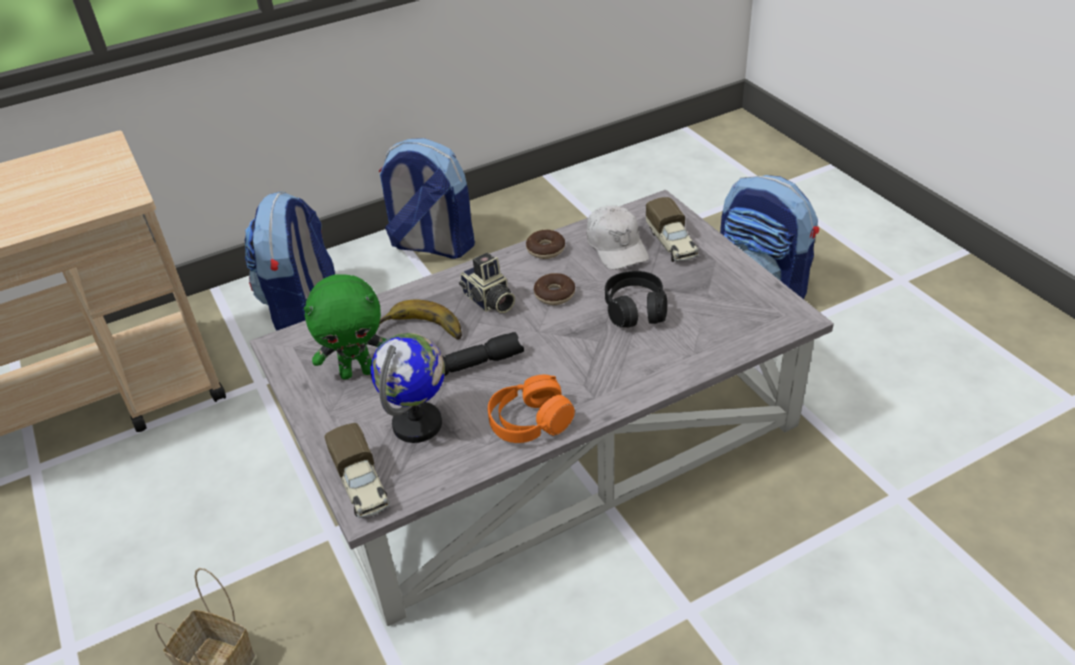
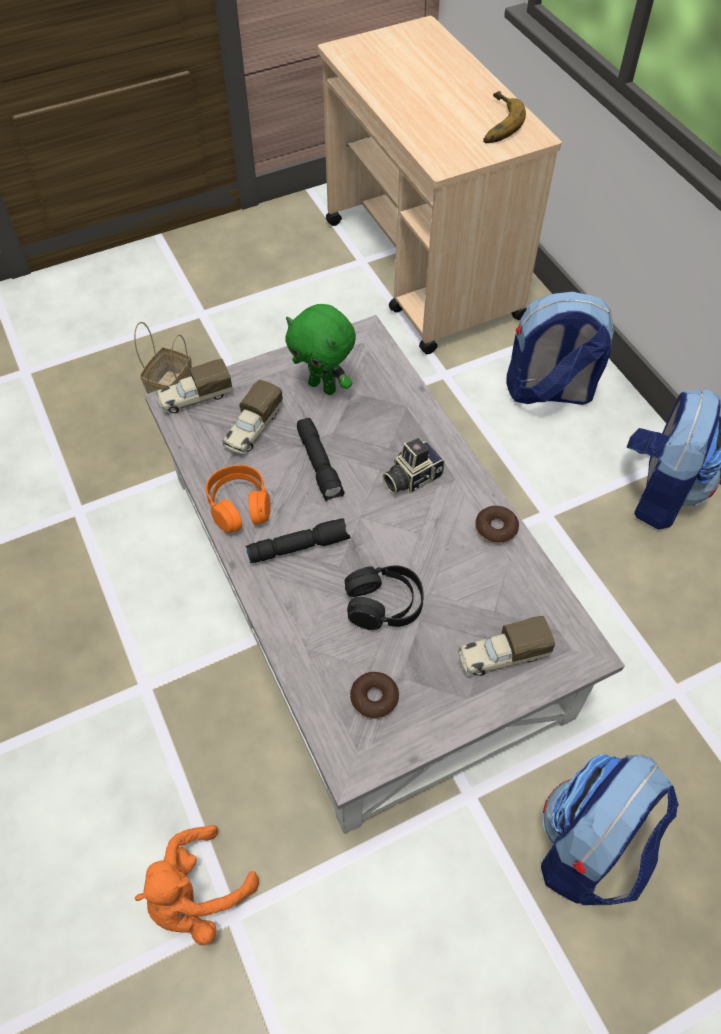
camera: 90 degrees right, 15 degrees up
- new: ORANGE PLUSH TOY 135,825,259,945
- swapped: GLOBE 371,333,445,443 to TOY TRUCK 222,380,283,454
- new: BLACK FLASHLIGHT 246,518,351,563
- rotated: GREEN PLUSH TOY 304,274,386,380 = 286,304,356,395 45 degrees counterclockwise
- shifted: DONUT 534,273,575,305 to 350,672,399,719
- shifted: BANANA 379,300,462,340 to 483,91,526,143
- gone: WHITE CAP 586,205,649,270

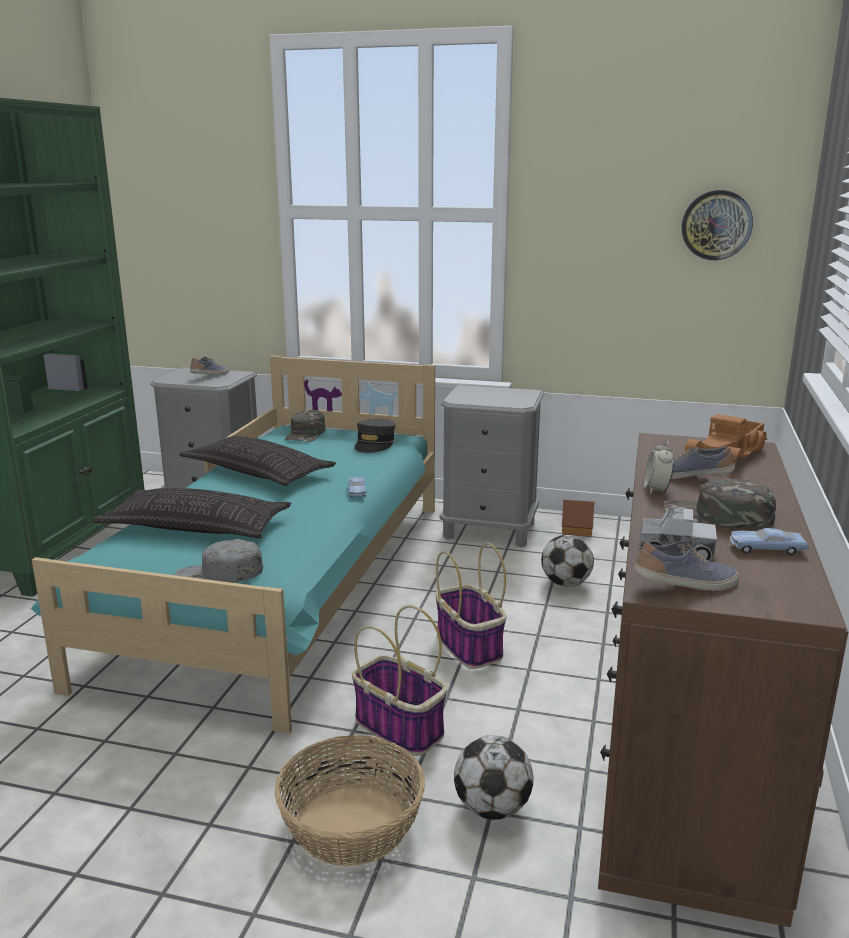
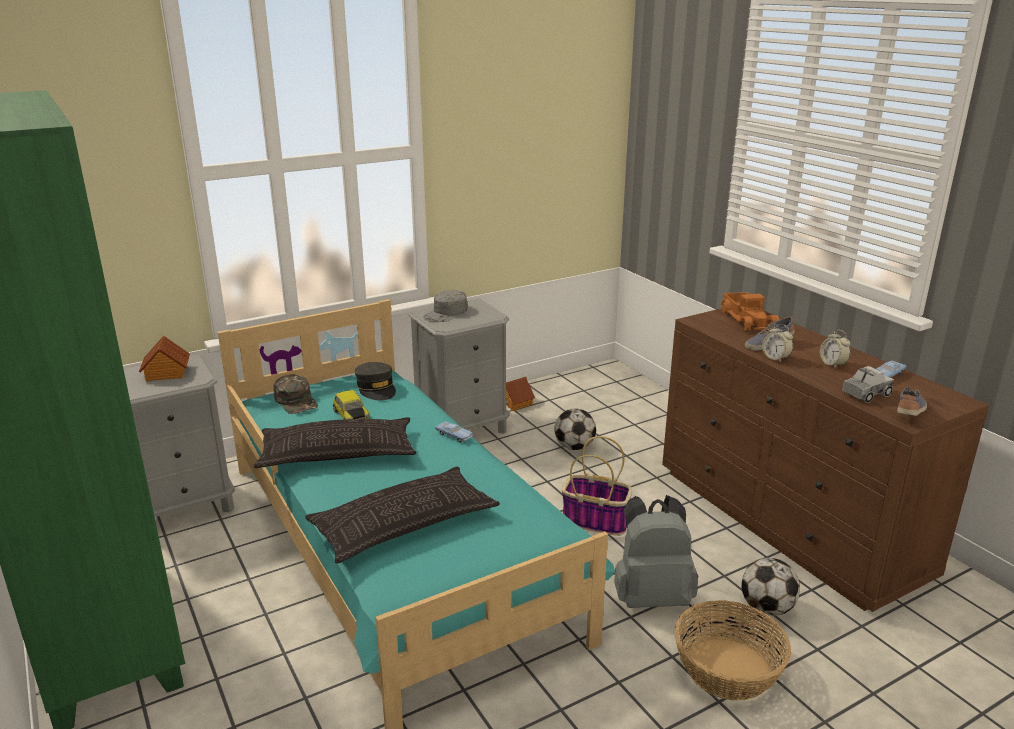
camera: 45 degrees left, 5 degrees up
- swapped: SHOE 190,357,229,375 to TOY HOUSE 139,335,190,382
- new: TOY CAR 333,390,370,420
- shifted: GREY CAP 175,539,263,583 to 423,290,468,322
- swapped: BASKET 352,605,447,756 to GREY BACKPACK 614,495,698,608
- swapped: GREEN CAP 664,478,776,530 to ALARM CLOCK 820,330,851,368
- gone: WALL CLOCK 681,190,753,260

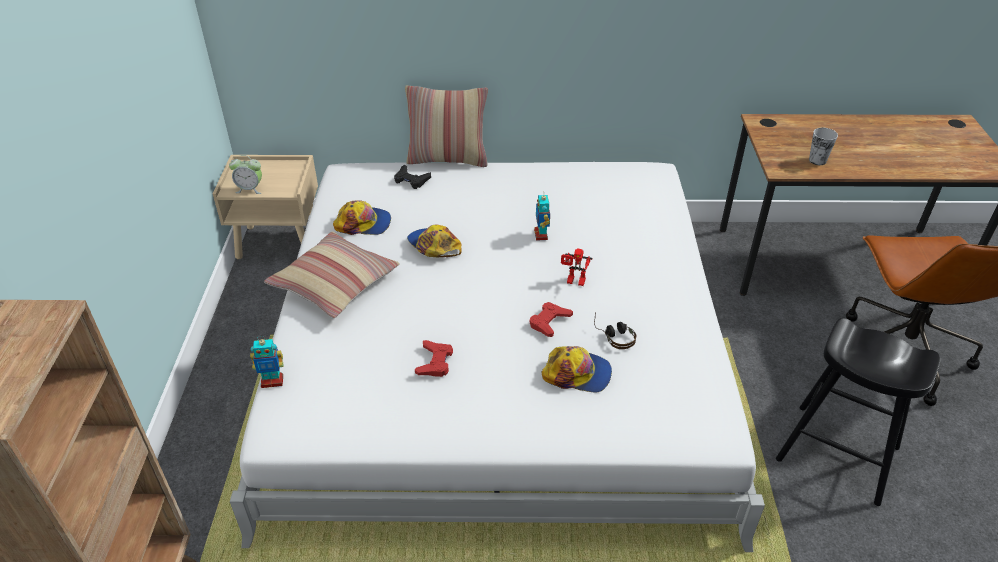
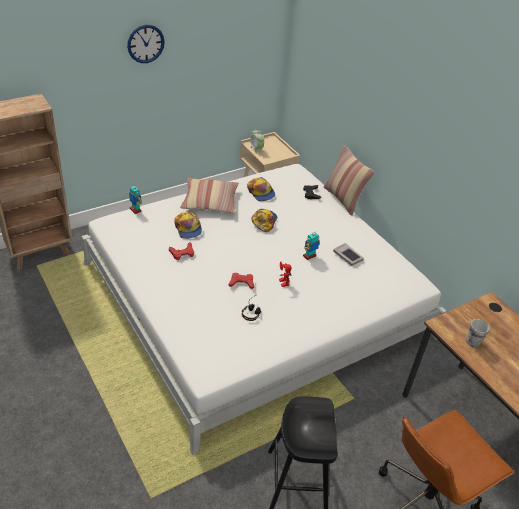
camera: 55 degrees right, 0 degrees up
- new: WALL CLOCK 127,25,165,63
- shifted: CAP 542,346,612,393 to 174,212,202,239
- new: BOOK 333,243,364,266

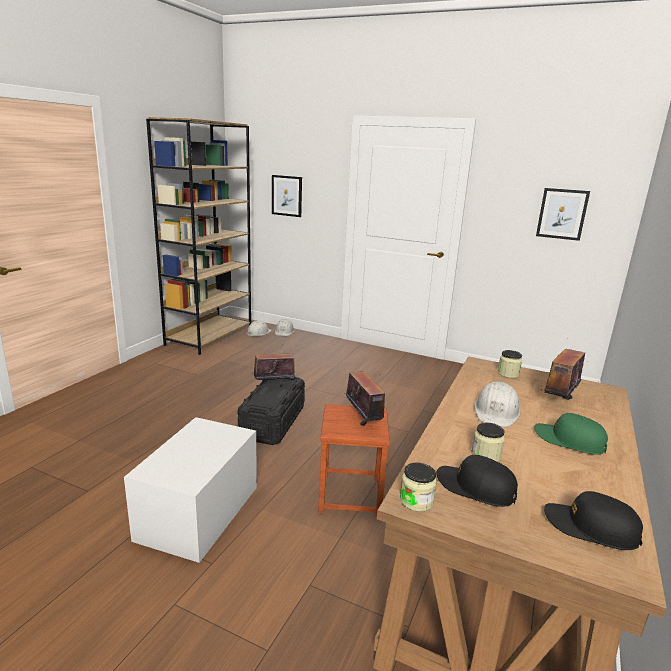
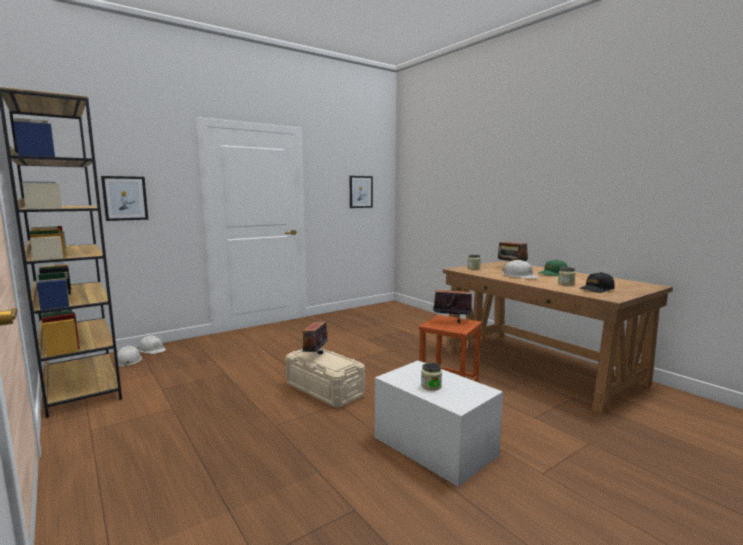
camera: 60 degrees left, 10 degrees down
- repainted: BLACK STORAGE BOX 238,377,305,445 to BEIGE STORAGE BOX 286,348,365,407
- shifted: JAR 400,463,437,512 to 421,363,442,391
- gone: BLACK CAP 544,491,643,550

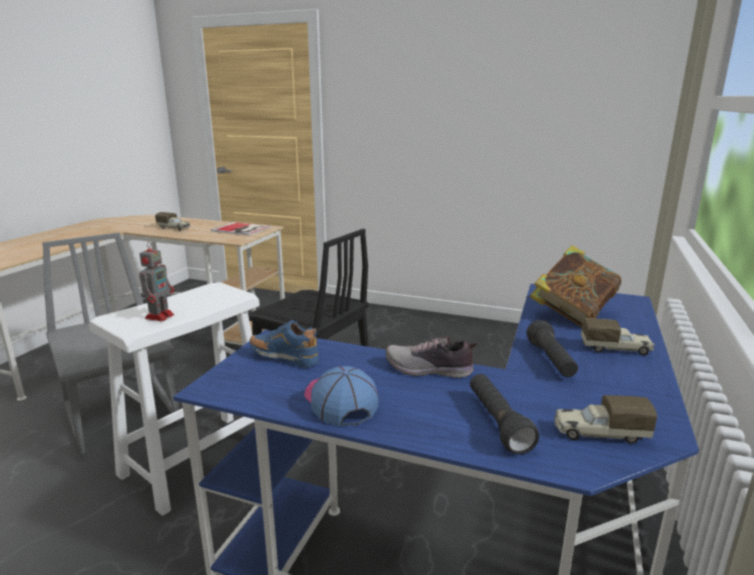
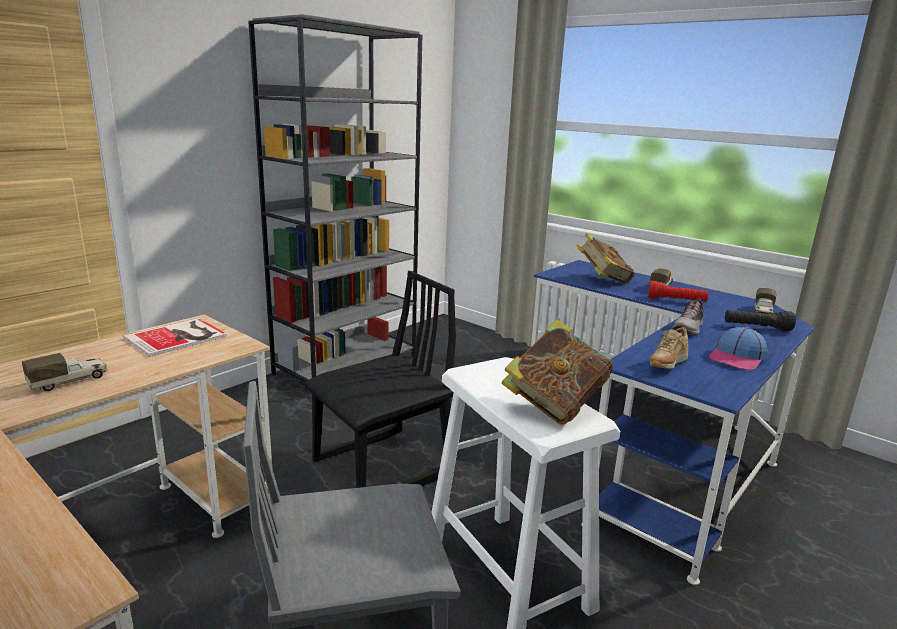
camera: 70 degrees left, 0 degrees up
- new: GREY BOOKCASE 248,14,422,382
- swapped: TOY ROBOT 140,241,174,321 to BOOK 502,319,613,425
- repainted: BLACK FLASHLIGHT 527,320,578,377 to RED FLASHLIGHT 648,281,709,302
- repainted: BLUE SHOE 249,320,319,368 to BEIGE SHOE 650,327,688,369
- rotated: CAP 304,366,378,426 = 709,327,767,370 45 degrees counterclockwise

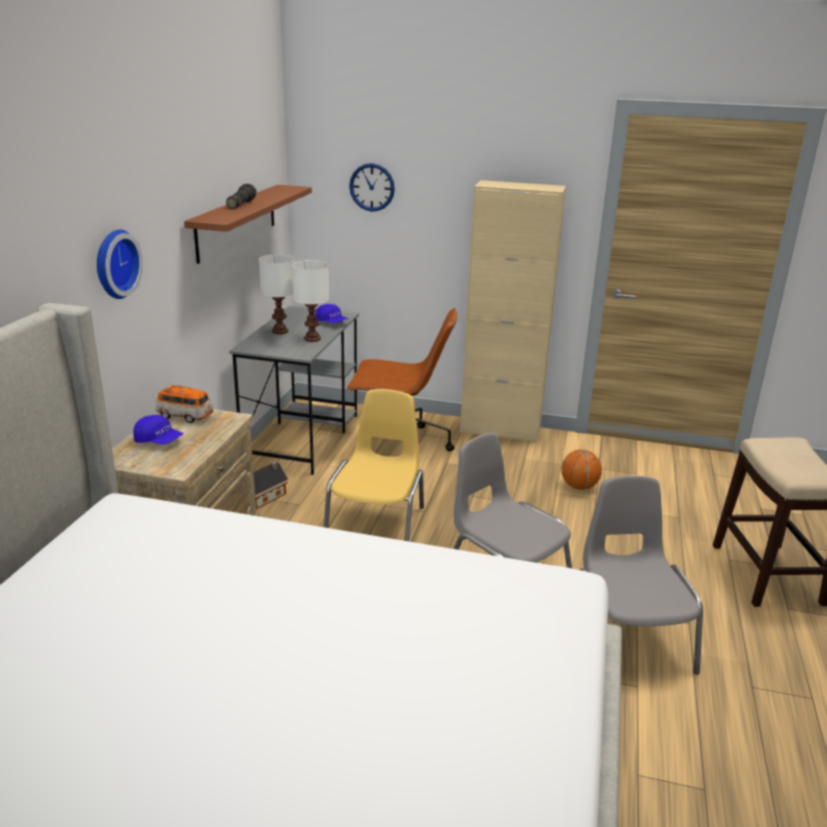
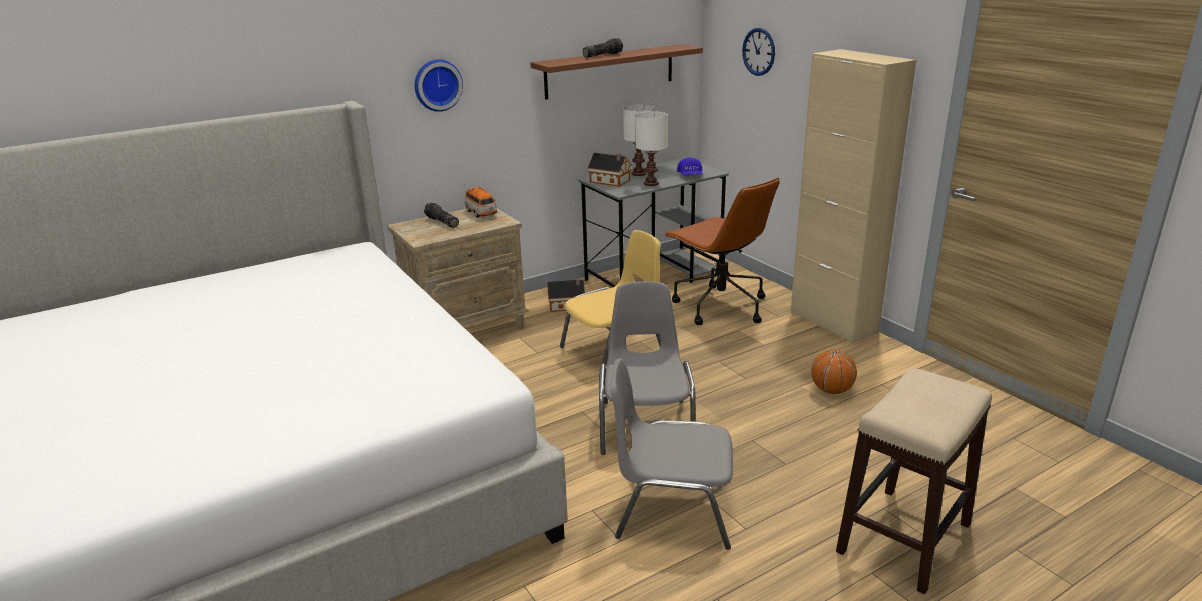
camera: 45 degrees right, 0 degrees up
- swapped: BLUE CAP 133,415,183,445 to FLASHLIGHT 424,203,459,228
- new: TOY HOUSE 588,153,632,187
- rotated: GREY CHAIR 580,476,703,675 = 609,358,733,550 120 degrees counterclockwise

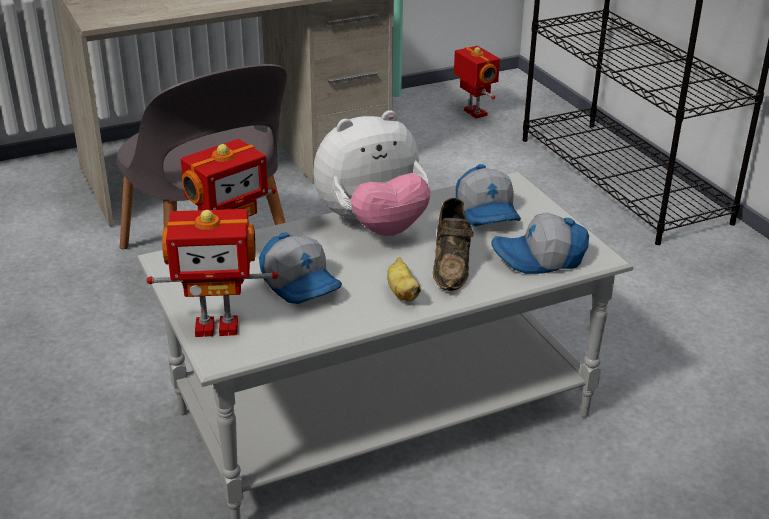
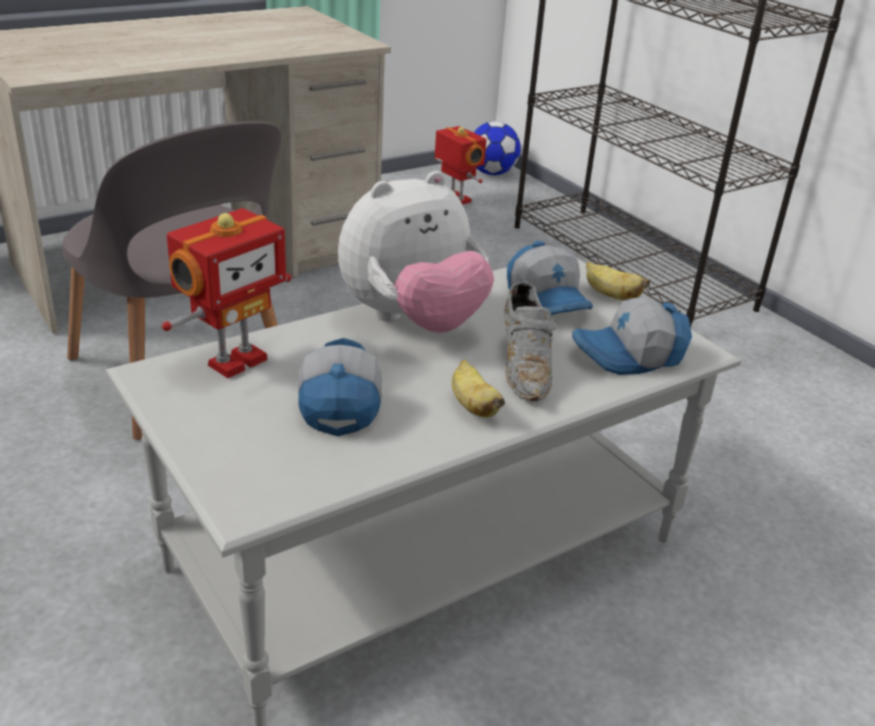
camera: 10 degrees left, 0 degrees up
- rotated: CAP 259,232,342,304 = 298,338,382,436 135 degrees counterclockwise
- new: FOOTBALL 473,121,521,175
- repainted: BROWN SHOE 433,198,474,291 to GREY SHOE 505,281,557,401
- new: BANANA 586,262,651,300
- gone: TOY ROBOT 147,209,278,337

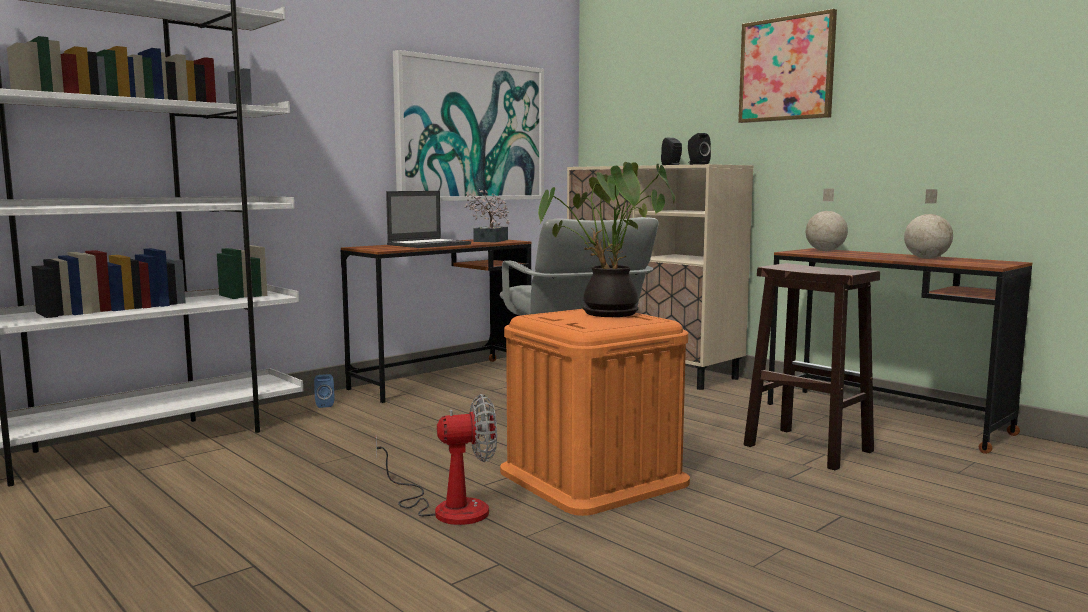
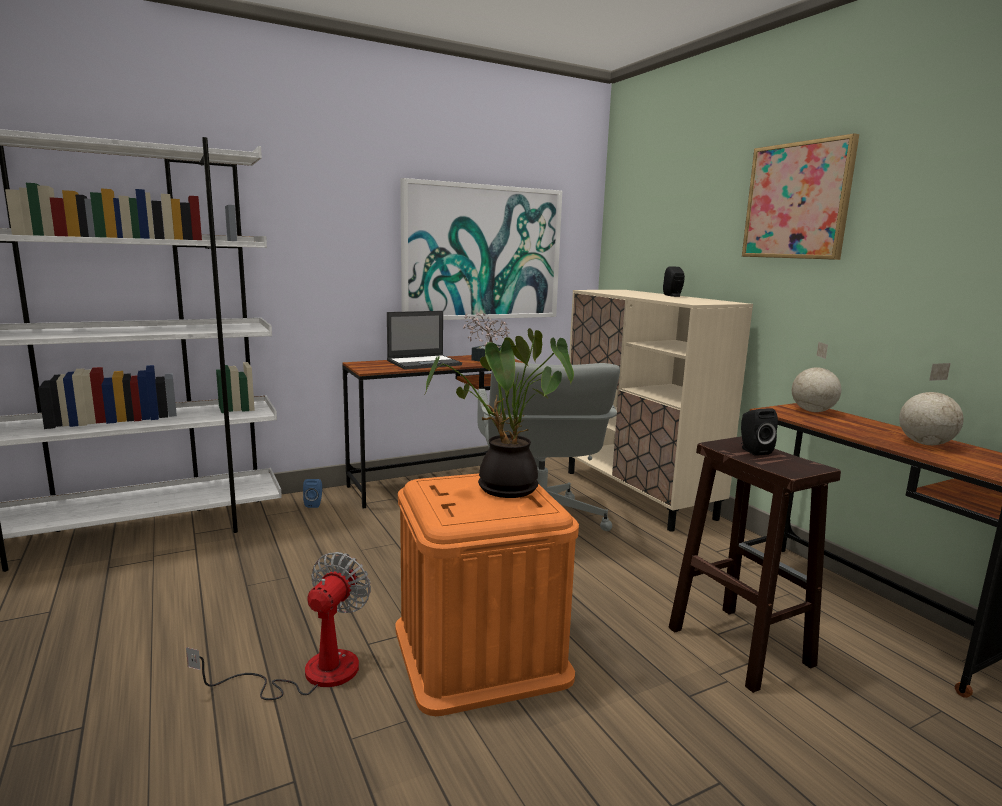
camera: 15 degrees right, 5 degrees up
- rotated: FAN 376,394,497,525 = 186,552,371,700 75 degrees counterclockwise
- shifted: BLACK SPEAKER 688,133,711,165 to 741,408,778,456

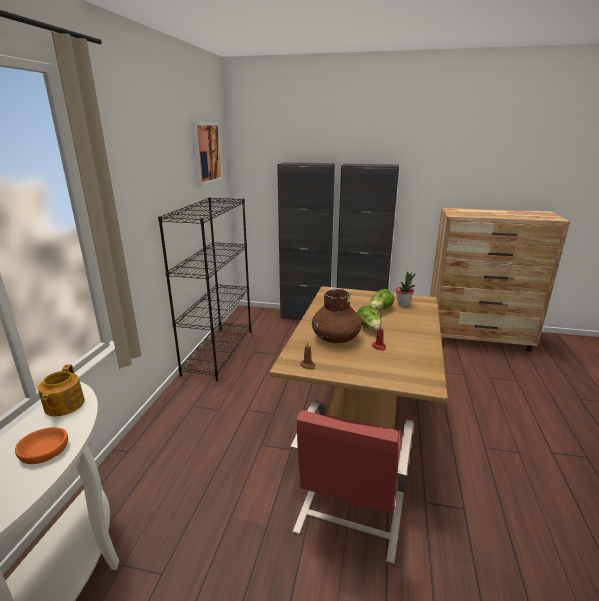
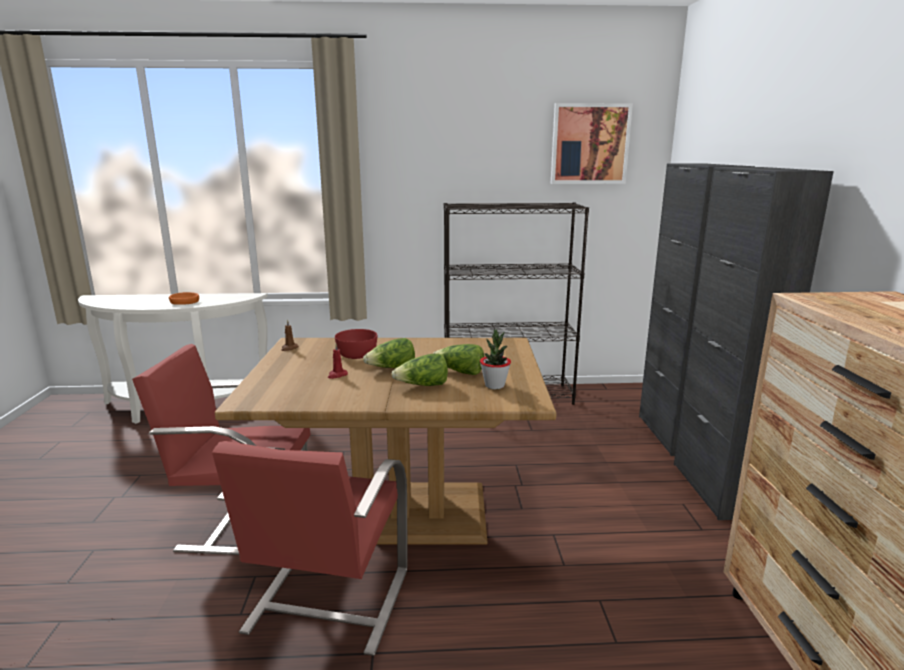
camera: 75 degrees right, 5 degrees down
- new: RED CHAIR 212,441,408,656
- swapped: BROWN VASE 312,288,362,343 to RED BOWL 335,329,377,359
- new: LETTUCE 391,354,448,386
- gone: TEAPOT 38,364,85,416

